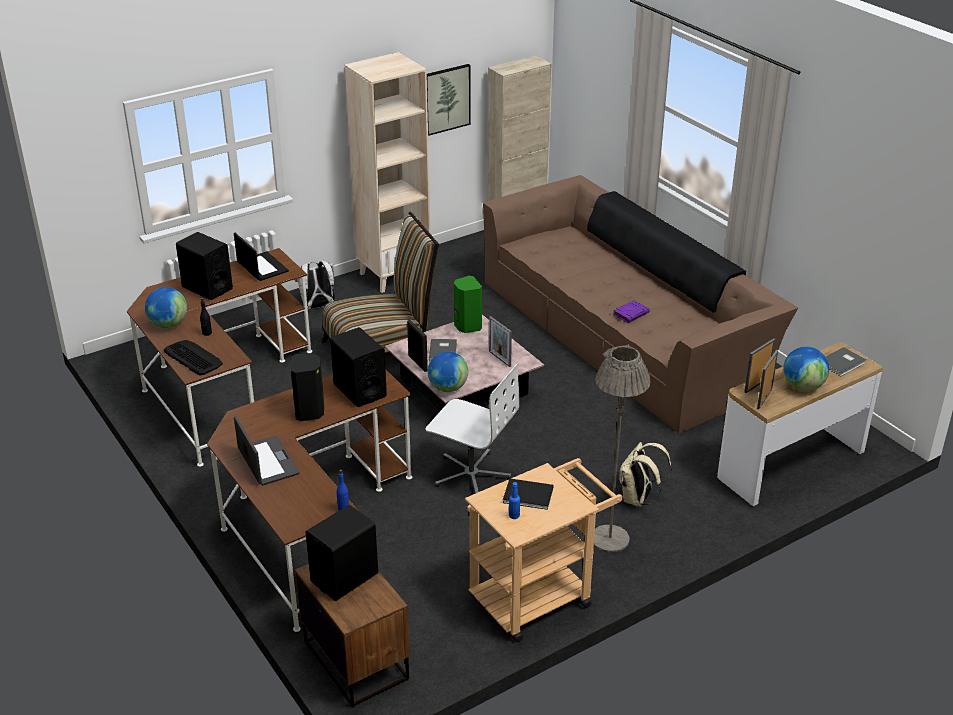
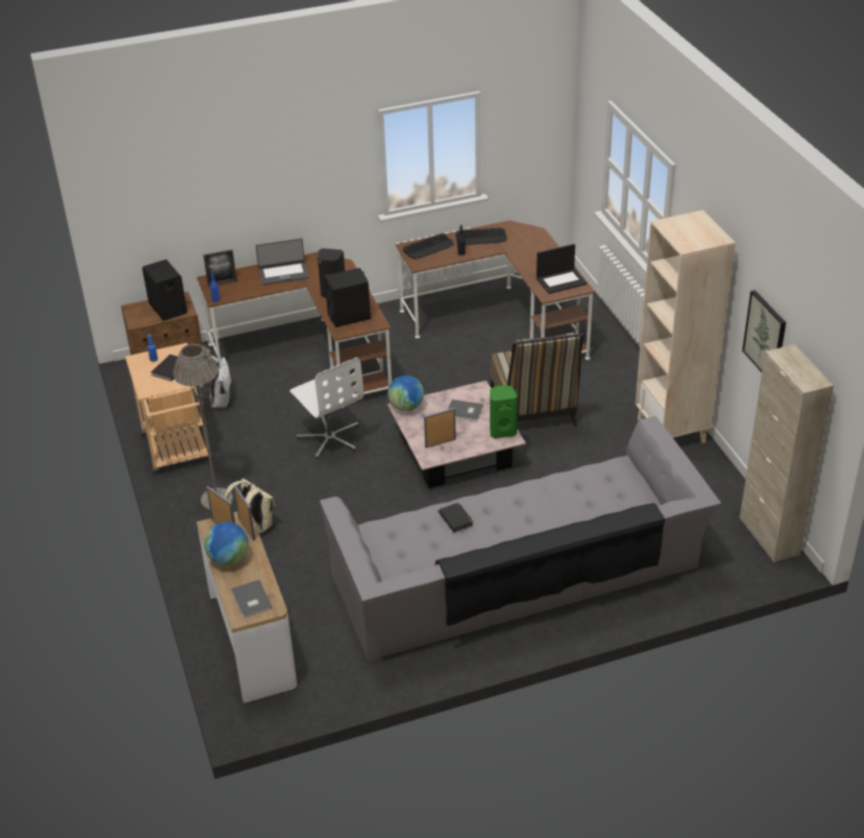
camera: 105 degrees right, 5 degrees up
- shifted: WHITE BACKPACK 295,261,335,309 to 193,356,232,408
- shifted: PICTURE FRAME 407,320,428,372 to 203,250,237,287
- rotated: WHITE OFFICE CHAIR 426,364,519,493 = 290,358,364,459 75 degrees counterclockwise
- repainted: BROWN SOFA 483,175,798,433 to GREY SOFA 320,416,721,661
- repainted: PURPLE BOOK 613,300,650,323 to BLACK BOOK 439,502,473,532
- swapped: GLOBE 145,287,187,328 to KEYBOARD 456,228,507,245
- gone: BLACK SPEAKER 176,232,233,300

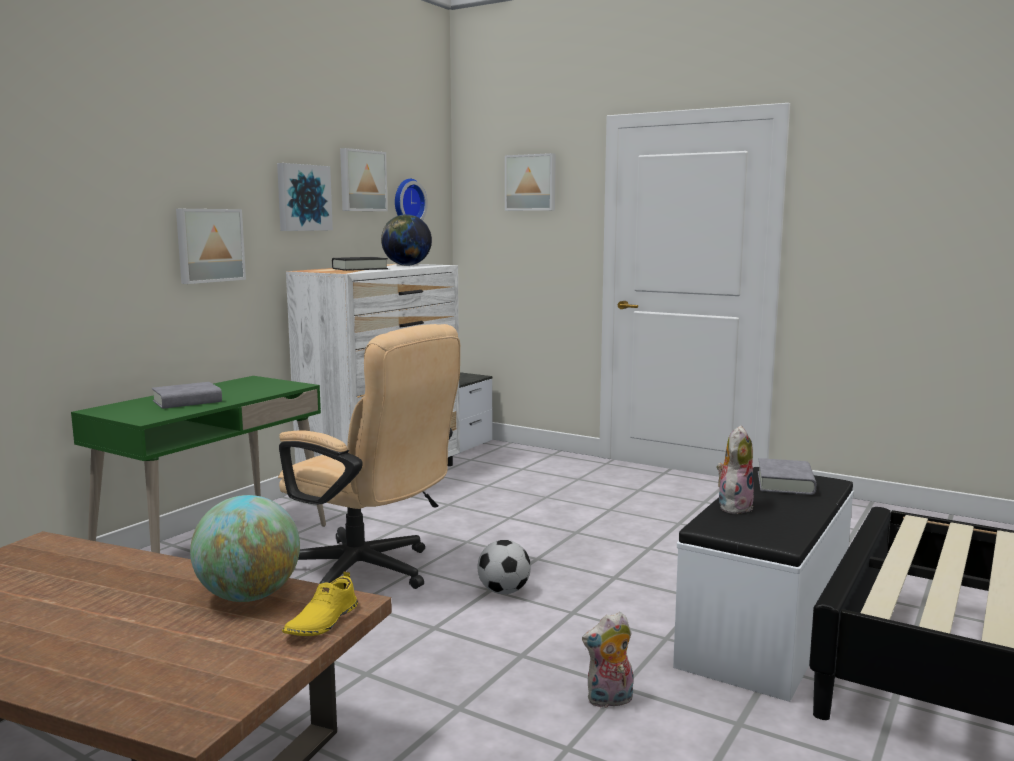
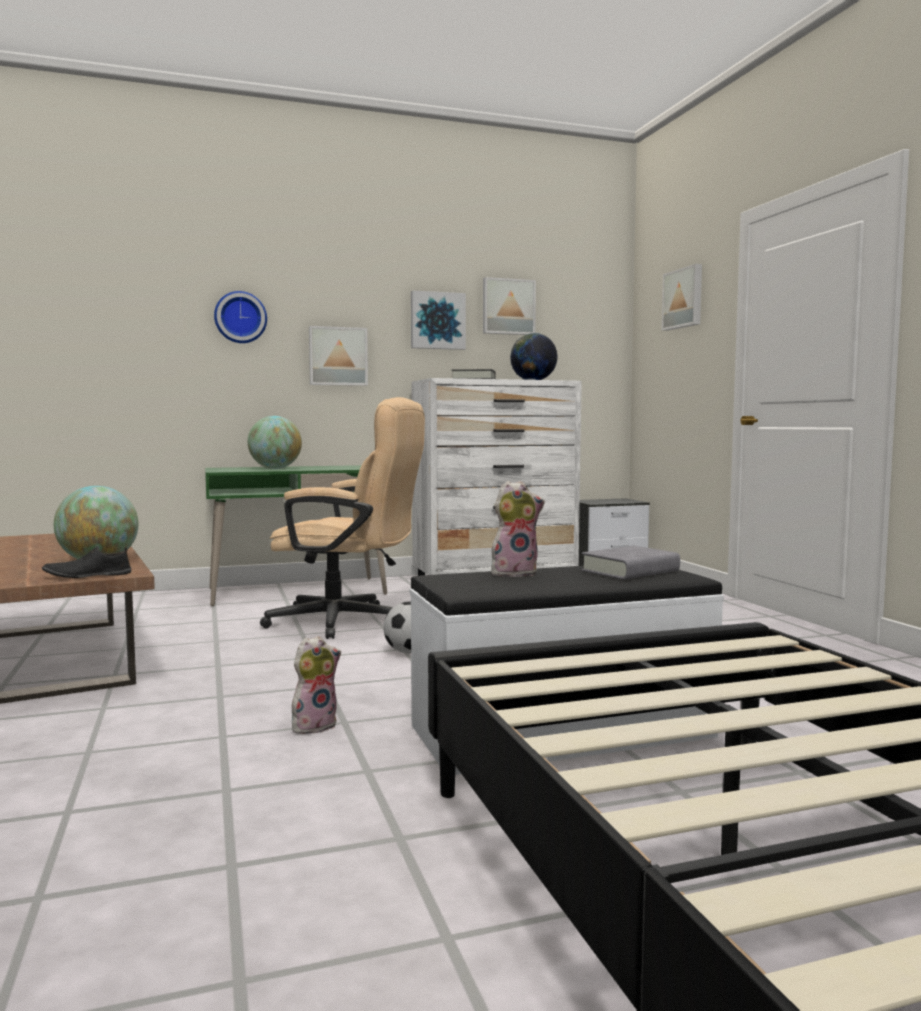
camera: 40 degrees right, 5 degrees down
- repainted: YELLOW SHOE 282,571,358,636 to BLACK SHOE 42,547,131,578
- shifted: WALL CLOCK 395,179,428,220 to 214,291,267,343
- swapped: GREY BOOK 152,382,222,409 to GLOBE 248,416,302,469
- rotated: BEIGE OFFICE CHAIR 278,324,460,589 = 260,397,425,639 60 degrees counterclockwise
- rotated: PLUSH TOY 582,612,633,708 = 292,636,341,734 120 degrees clockwise

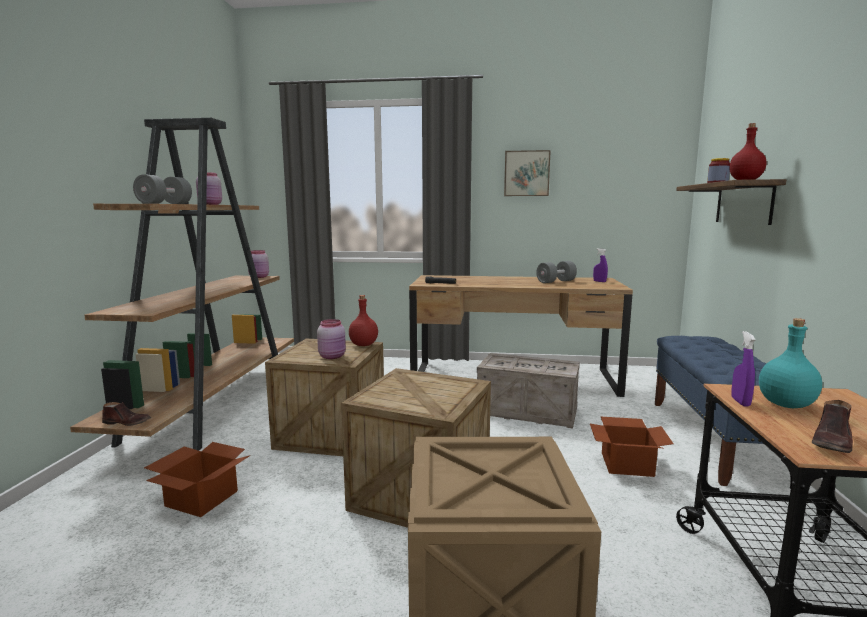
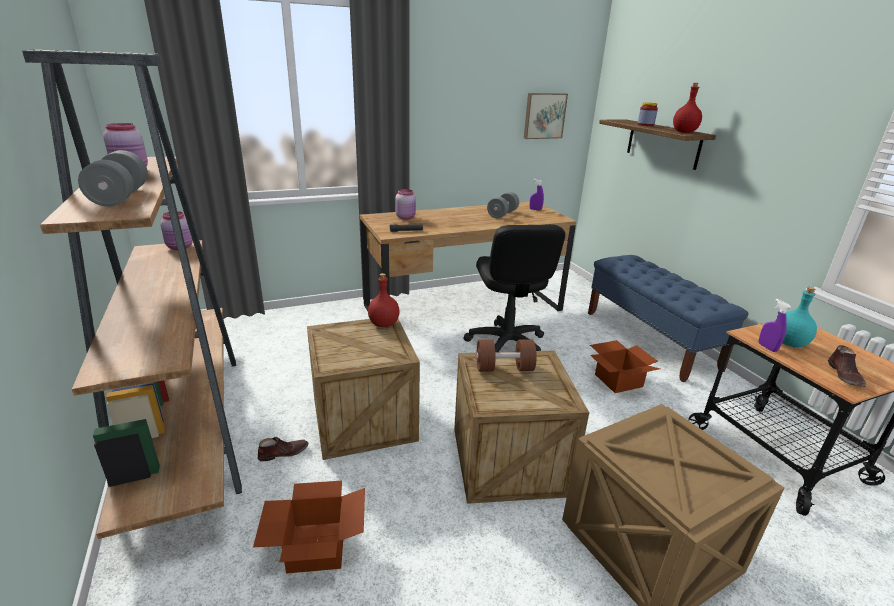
camera: 30 degrees left, 15 degrees up
- shifted: BROWN SHOE 102,402,151,426 to 258,437,308,461
- shifted: PINK JAR 317,319,346,359 to 395,189,416,220
- swapped: CRATE 477,353,580,429 to BLACK OFFICE CHAIR 464,224,565,352
- new: BROWN DUMBBELL 476,339,537,372
- shifted: PICTURE 504,150,551,196 to 524,93,568,139

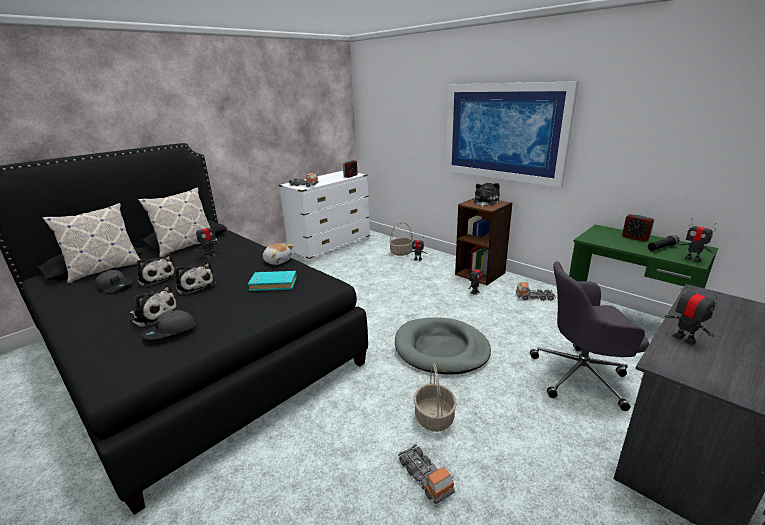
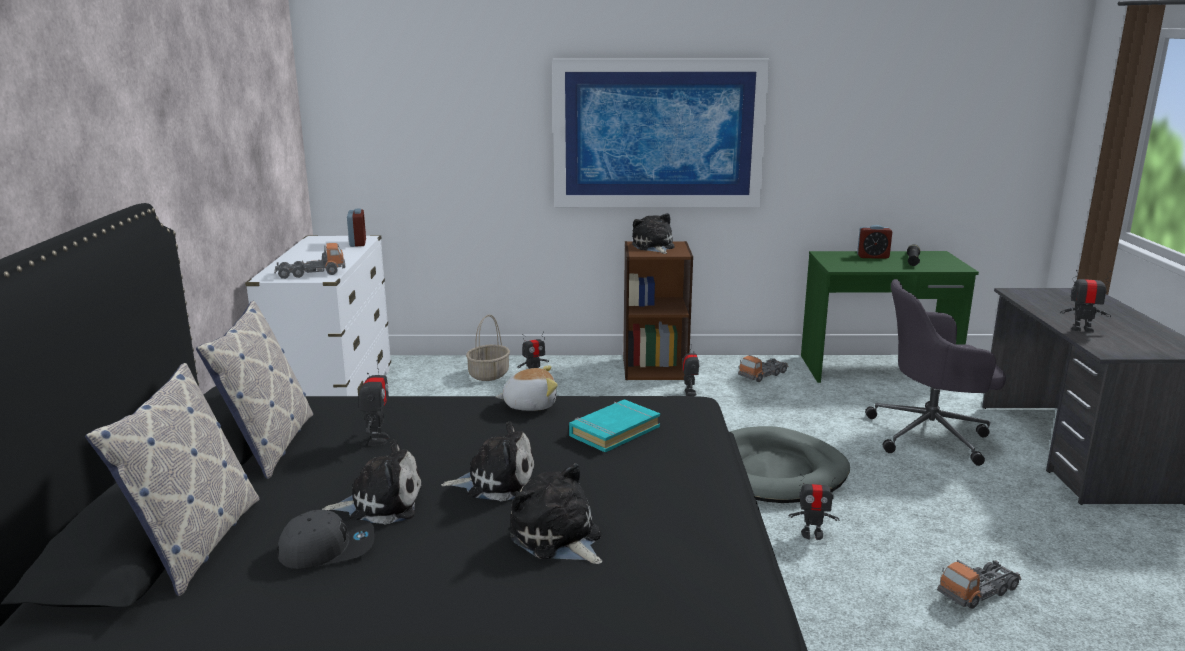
camera: 45 degrees left, 5 degrees down
- rotated: PLUSH TOY 130,284,179,327 = 509,463,602,564 105 degrees counterclockwise
- shifted: TOY ROBOT 678,220,716,262 to 788,474,839,540
- rotated: GREY OFFICE CHAIR 530,261,649,411 = 865,279,1006,466 45 degrees clockwise
- rotated: TOY TRUCK 398,444,455,504 = 937,560,1022,609 135 degrees clockwise
- gone: GREY CAP 142,310,196,340
- gone: BASKET 414,363,457,432

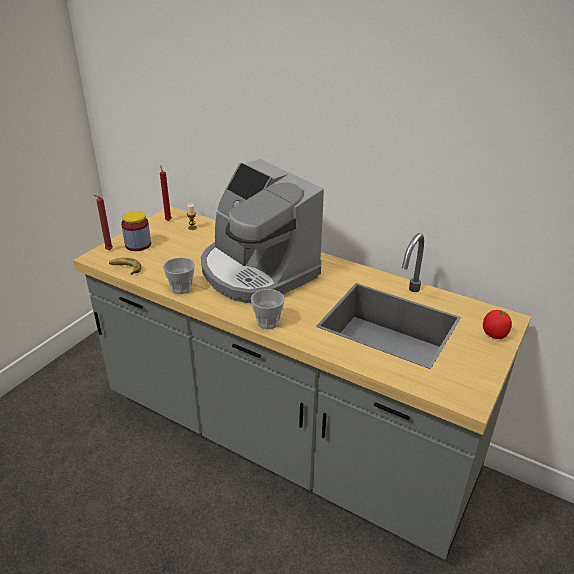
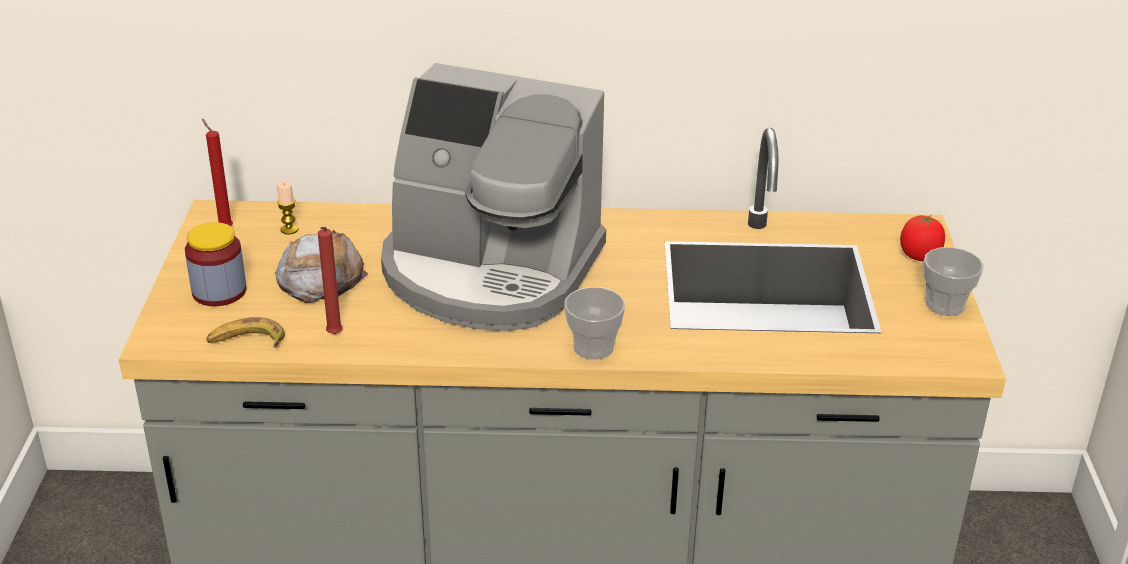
camera: 30 degrees left, 0 degrees up
- new: BREAD 275,229,368,303
- shifted: RED CANDLE 93,195,113,250 to 318,227,343,334
- shifted: CUP 163,257,195,294 to 924,247,984,316

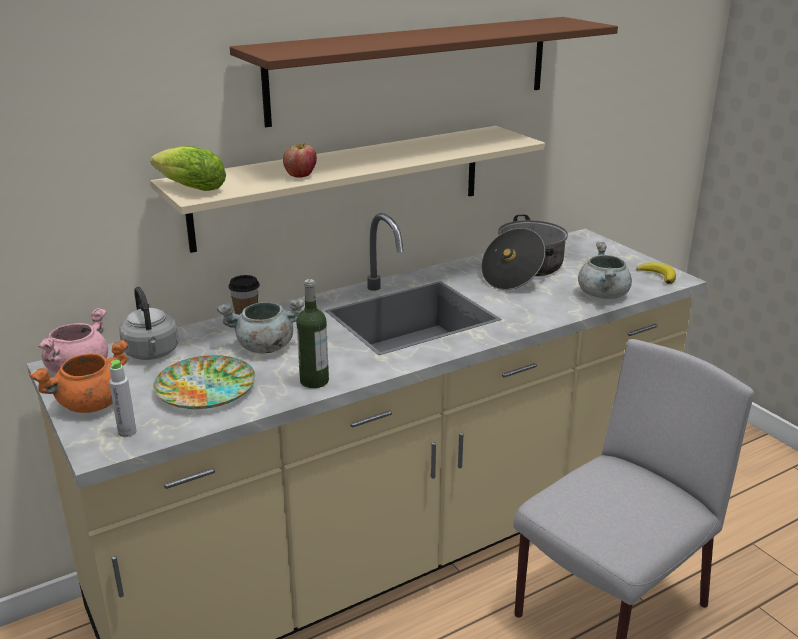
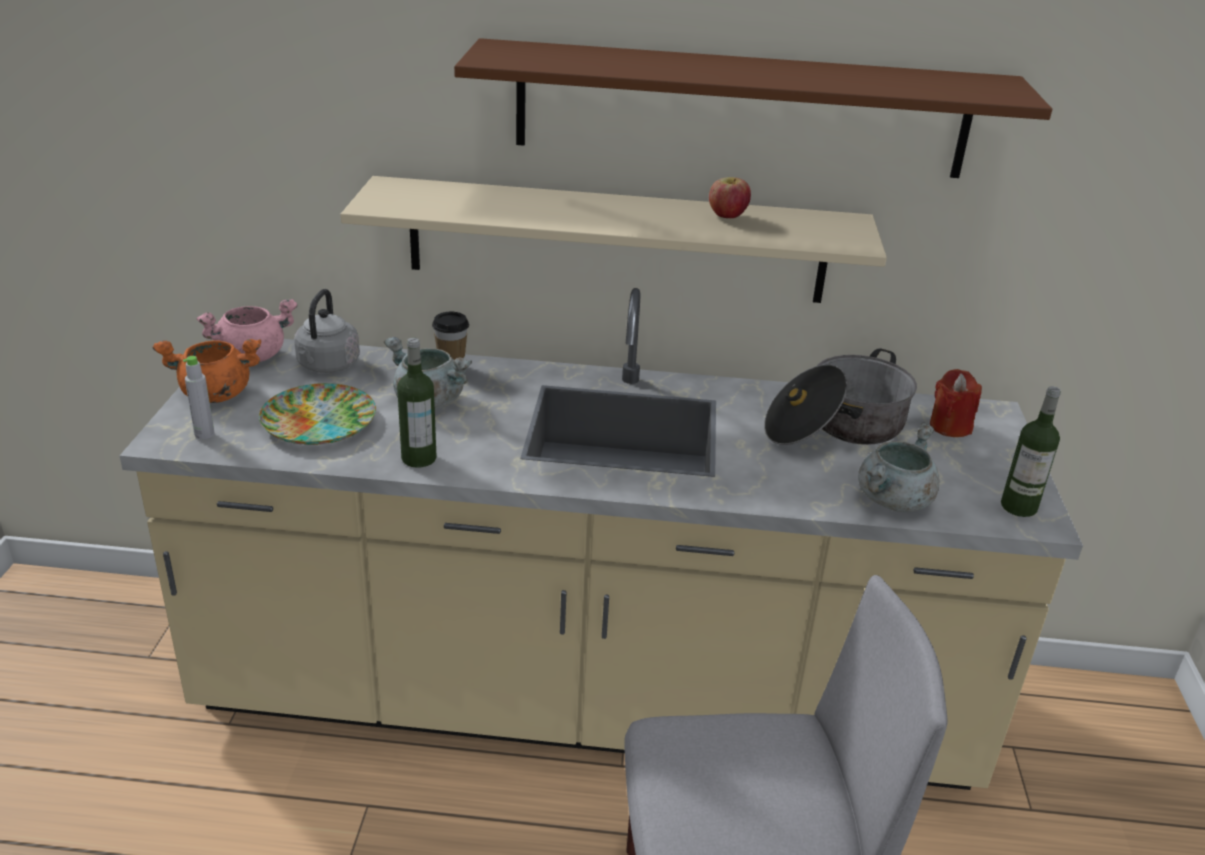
camera: 35 degrees right, 5 degrees up
- shifted: APPLE 283,143,317,178 to 709,177,751,218
- new: RED CANDLE 930,369,982,437
- swapped: BANANA 636,262,676,284 to BOTTLE 1001,386,1061,517
- gone: LETTUCE 150,146,226,191

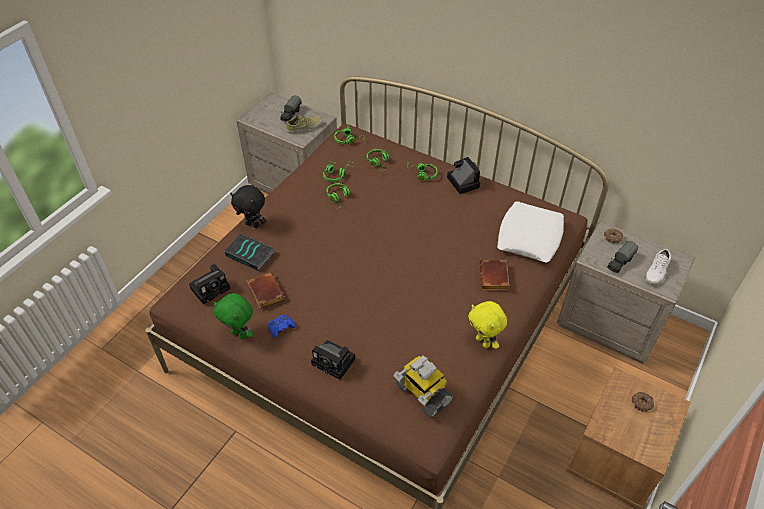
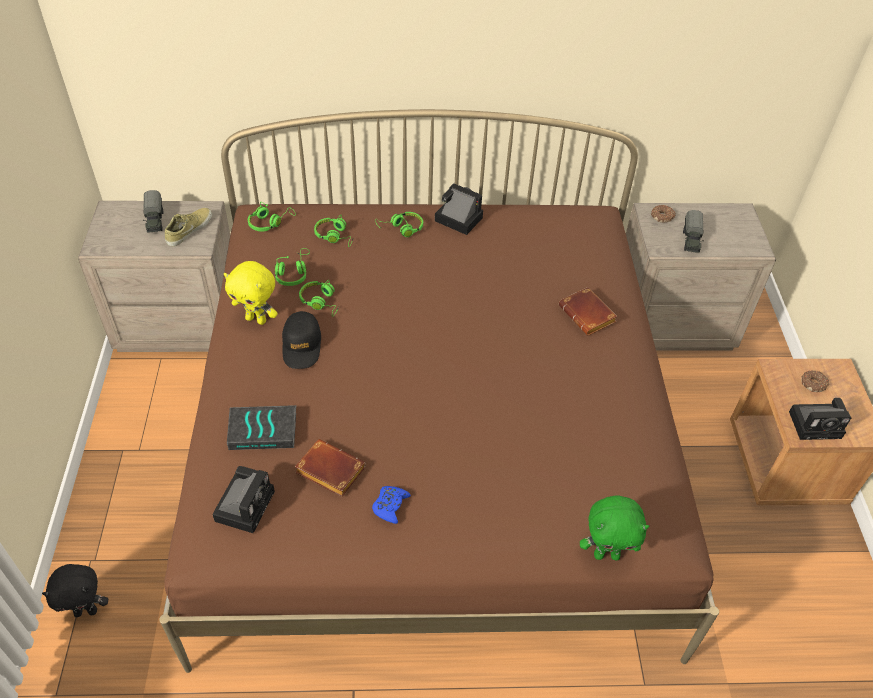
camera: 35 degrees left, 0 degrees up
- shifted: BLACK PLUSH TOY 230,185,266,228 to 42,564,108,617
- shifted: YELLOW PLUSH TOY 468,301,507,349 to 224,261,278,325
- new: BLACK CAP 282,311,321,369
- shifted: GREEN PLUSH TOY 213,293,253,339 to 580,495,649,560
- shifted: PHOTO CAMERA 311,340,355,380 to 789,398,851,440
- gone: TOY ROBOT 393,356,454,419
- gone: WHITE PILLOW 497,201,564,263
- gone: WHITE SHOE 644,249,671,285

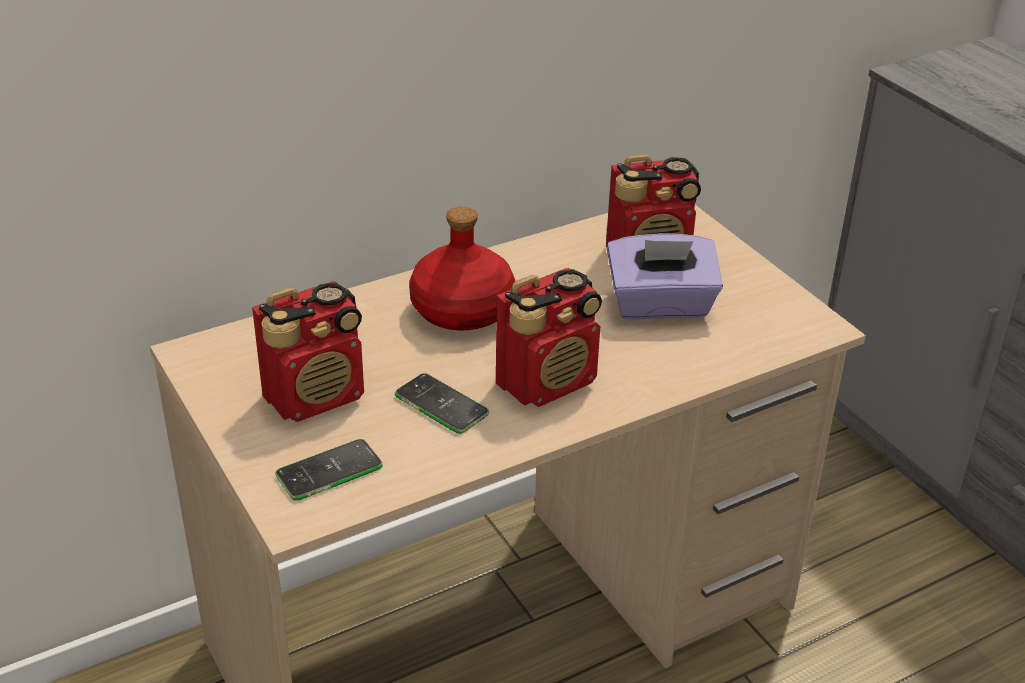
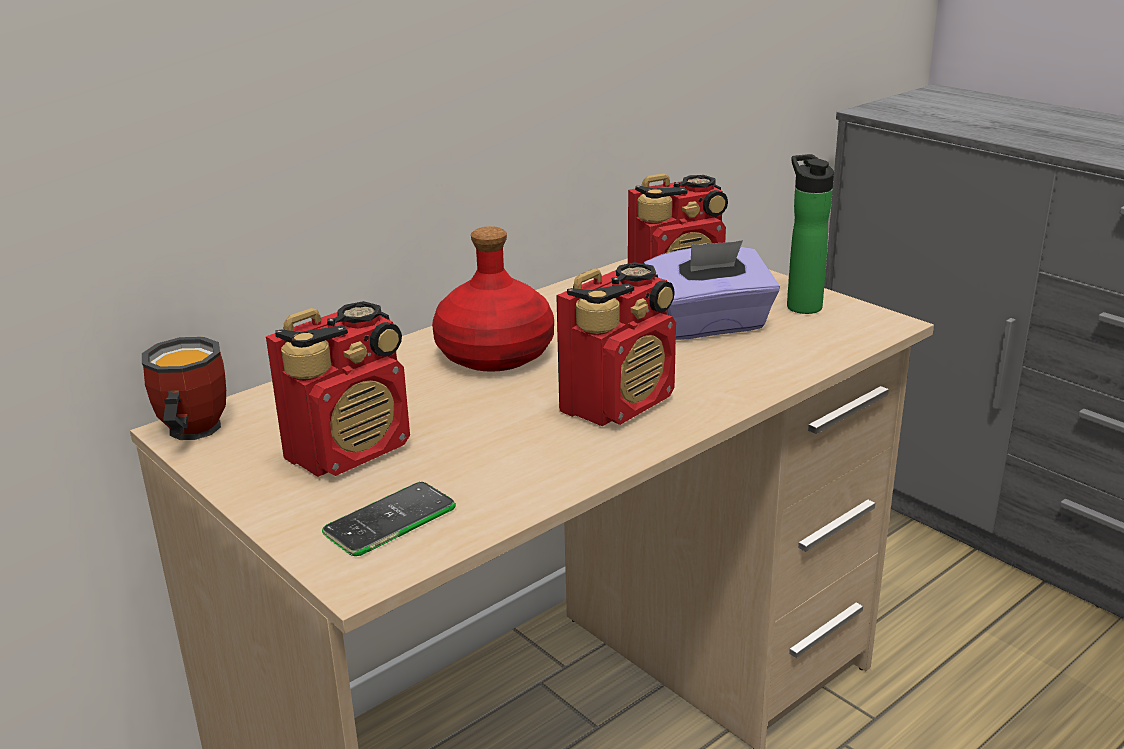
camera: 10 degrees left, 10 degrees down
- new: MUG 142,337,226,440
- new: BOTTLE 787,154,834,314
- gone: PHONE 395,373,489,434

